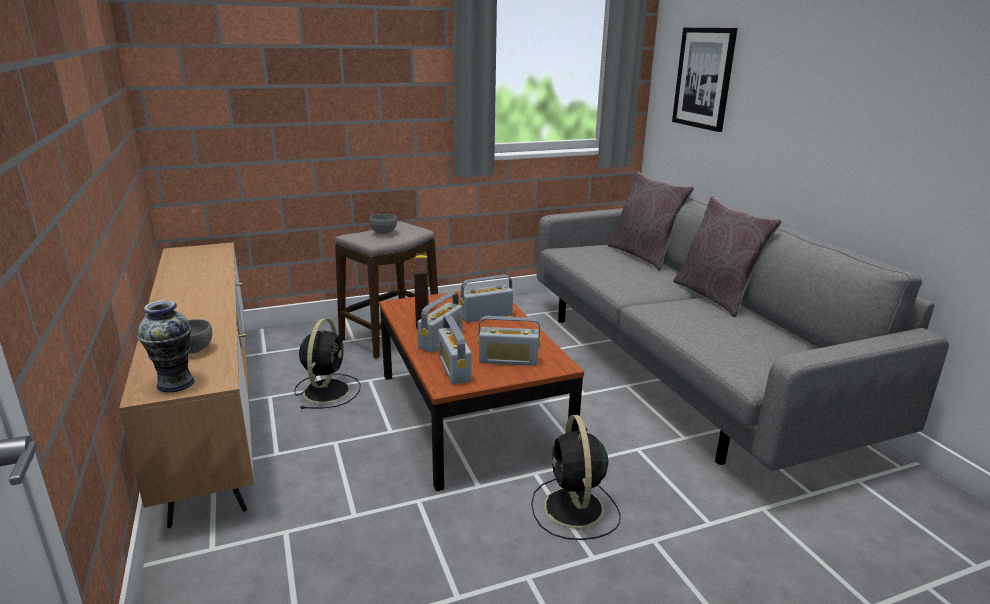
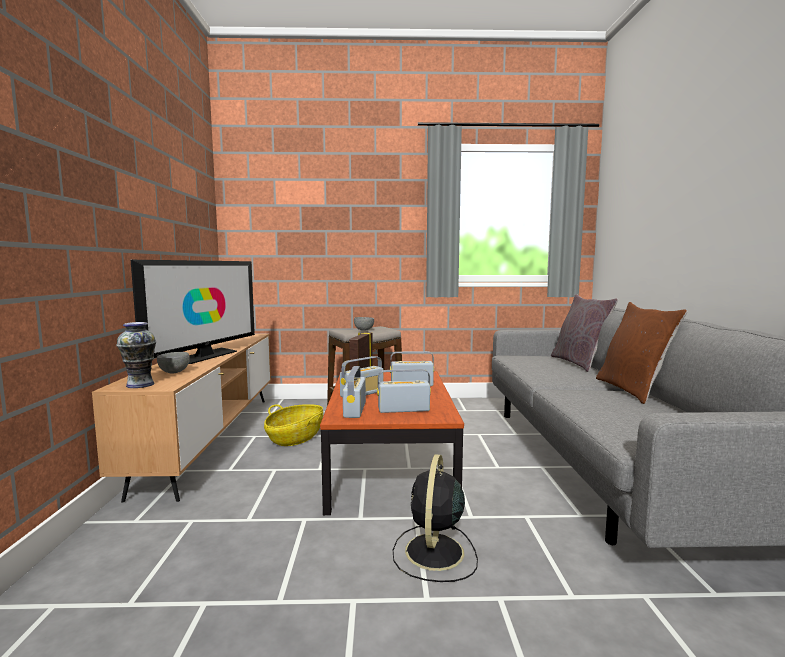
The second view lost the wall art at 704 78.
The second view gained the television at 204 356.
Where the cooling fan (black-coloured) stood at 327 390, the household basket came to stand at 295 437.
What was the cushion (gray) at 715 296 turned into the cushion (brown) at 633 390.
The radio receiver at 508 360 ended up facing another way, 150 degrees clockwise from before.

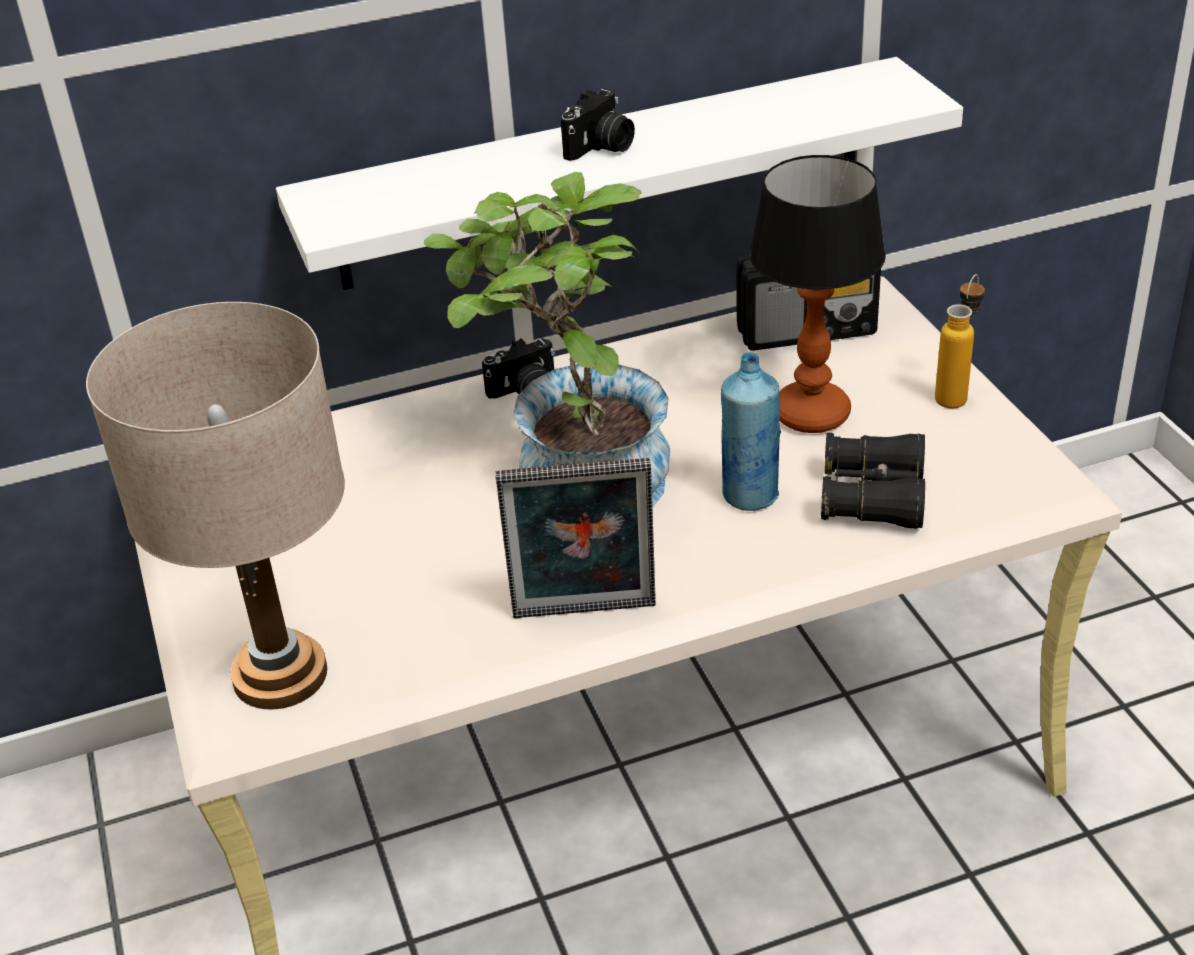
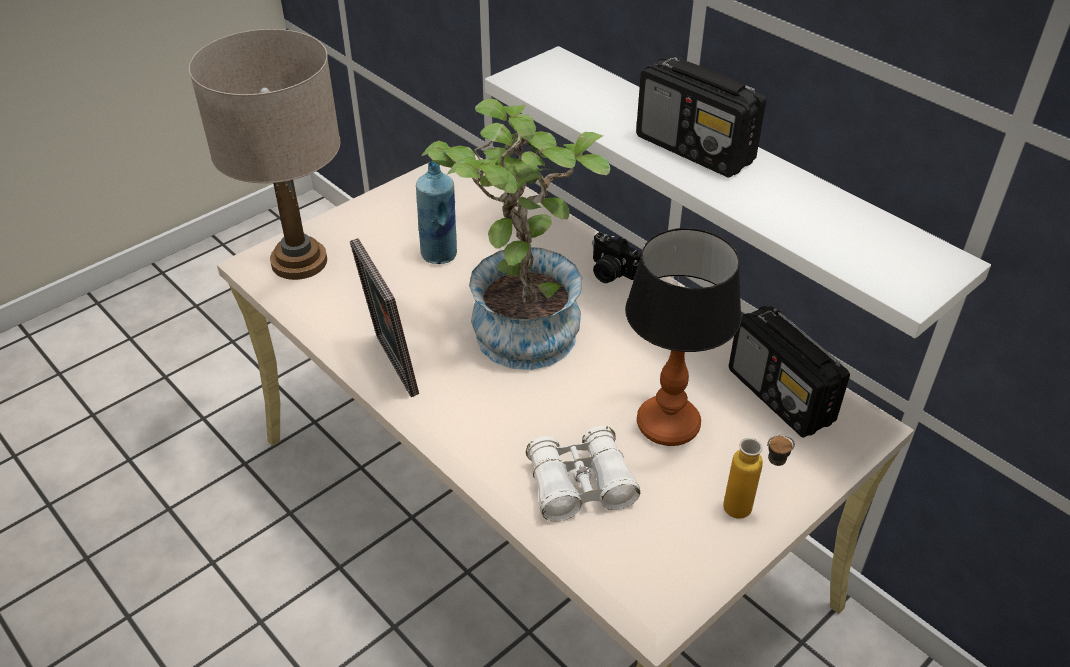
The beverage bottle (bluish) ended up elsewhere, having gone from 750 495 to 440 255.
Where the photo camera stood at 601 148, the radio receiver came to stand at 695 150.
What was the field glasses (black-coloured) at 873 497 turned into the field glasses (white-coloured) at 580 485.

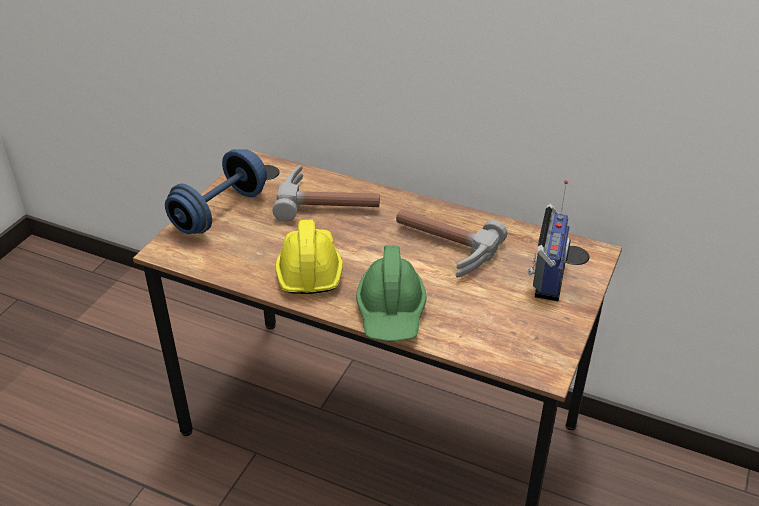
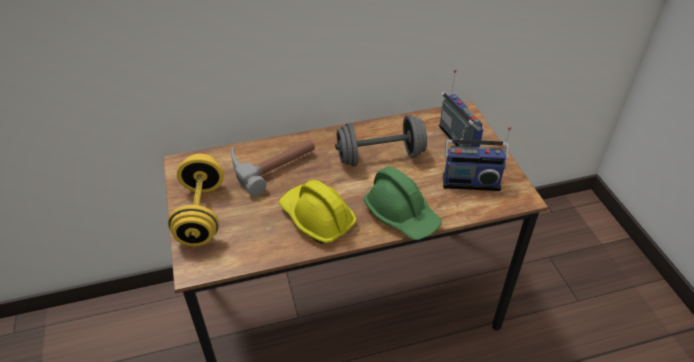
The second view gained the radio receiver at 470 181.
Where the tool hammer stood at 440 248, the dumbbell (gray) came to stand at 380 156.
What was the dumbbell (bluish) at 220 211 turned into the dumbbell (yellow) at 201 214.

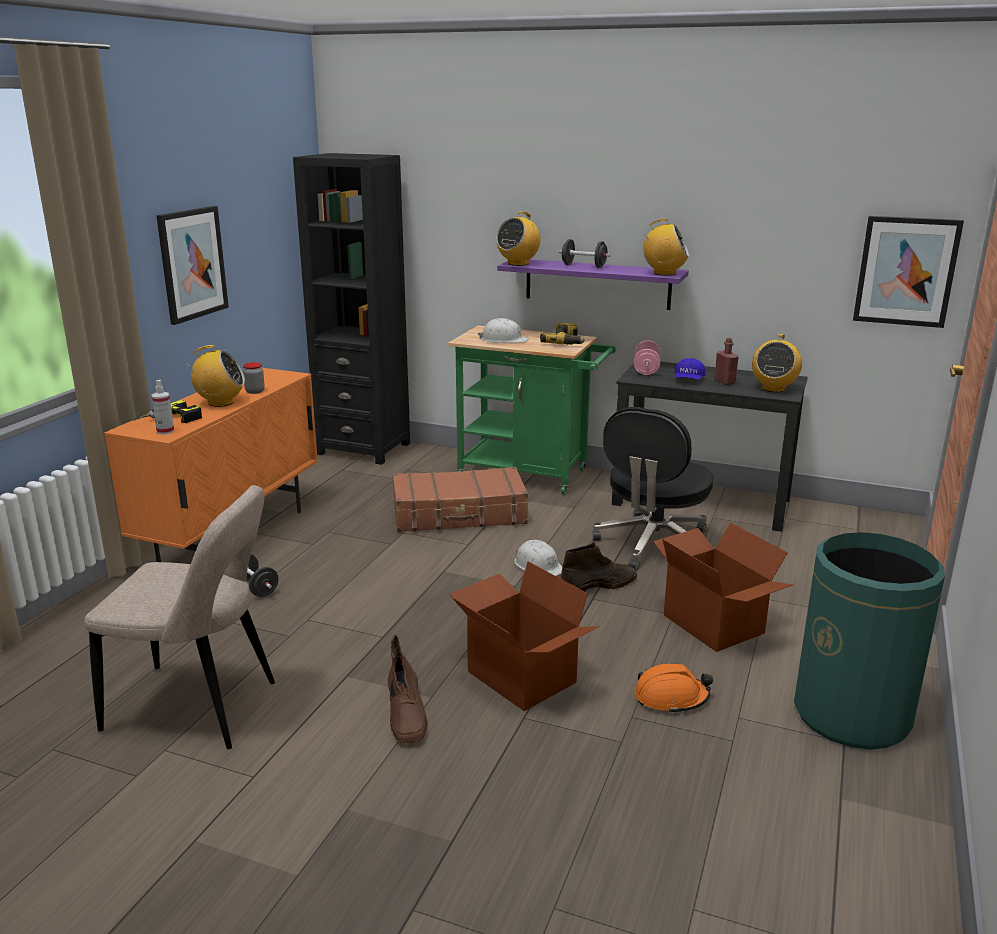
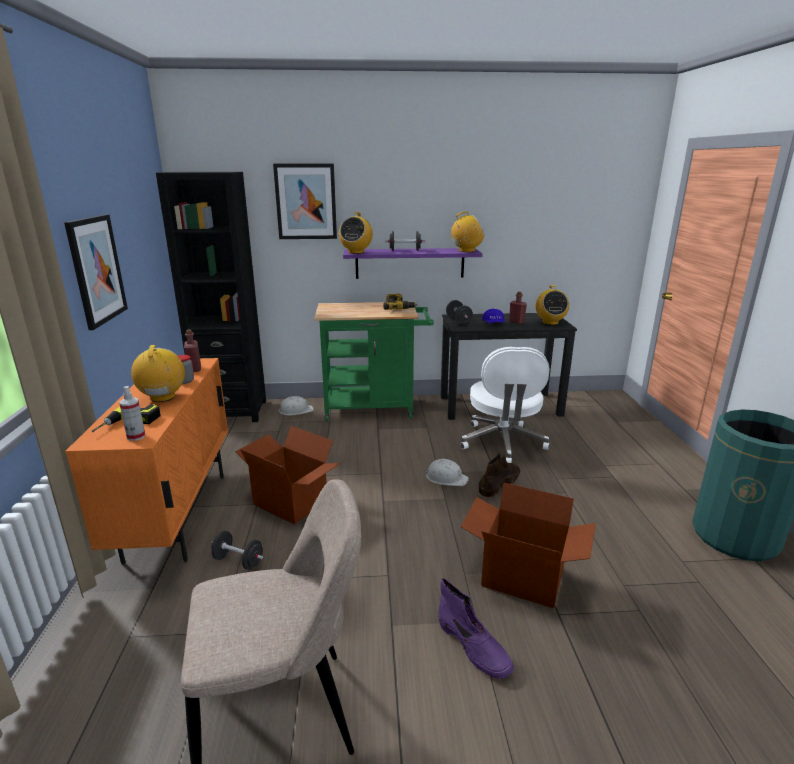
The second view lost the suitcase (brown) at 459 514.
The second view lost the work helmet (orange) at 671 698.
The second view gained the beverage bottle (red-coloured) at 194 369.
The work helmet (white-coloured) ended up elsewhere, having gone from 503 340 to 296 411.
The carton ended up elsewhere, having gone from 714 624 to 291 502.
The wall art ended up elsewhere, having gone from 906 271 to 306 202.
What was the tall boot (brown) at 407 715 turned into the tall boot (purple) at 474 647.
What was the desk chair (black-coloured) at 653 545 turned into the desk chair (white-coloured) at 502 443.
What was the dumbbell (pink) at 646 370 turned into the dumbbell (black-coloured) at 458 320.
The radio receiver at 220 403 ended up facing another way, 75 degrees counterclockwise from before.

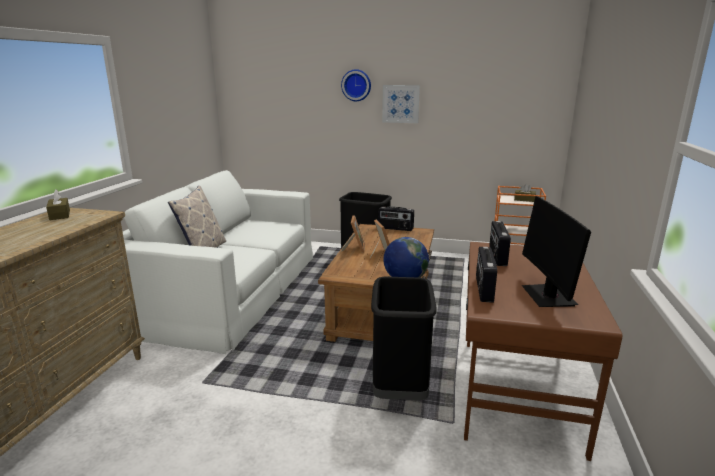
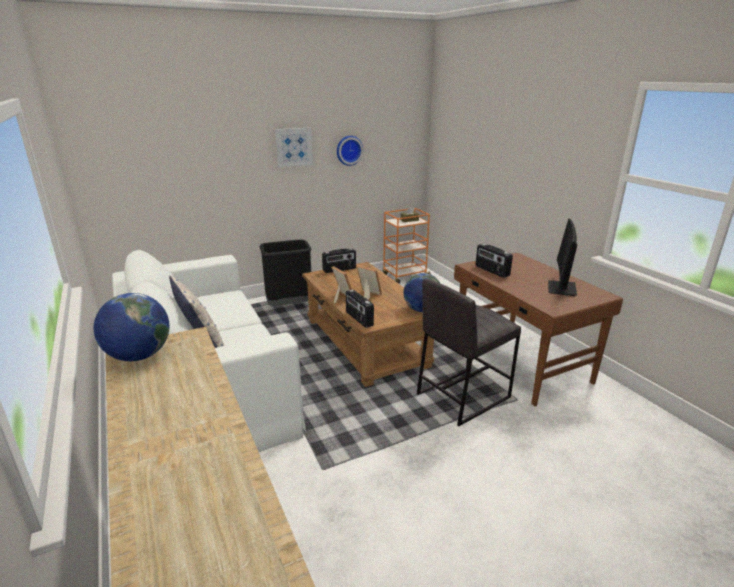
The clock on the wall ended up elsewhere, having gone from 356 85 to 348 150.
The radio receiver ended up elsewhere, having gone from 483 289 to 359 319.
Where the box of tissues (brown) stood at 60 215, the desk globe came to stand at 139 356.
Where the waste bin (black-coloured) stood at 399 389, the stool seat (gray) came to stand at 462 396.
The computer screen at 548 296 ended up facing another way, 60 degrees clockwise from before.

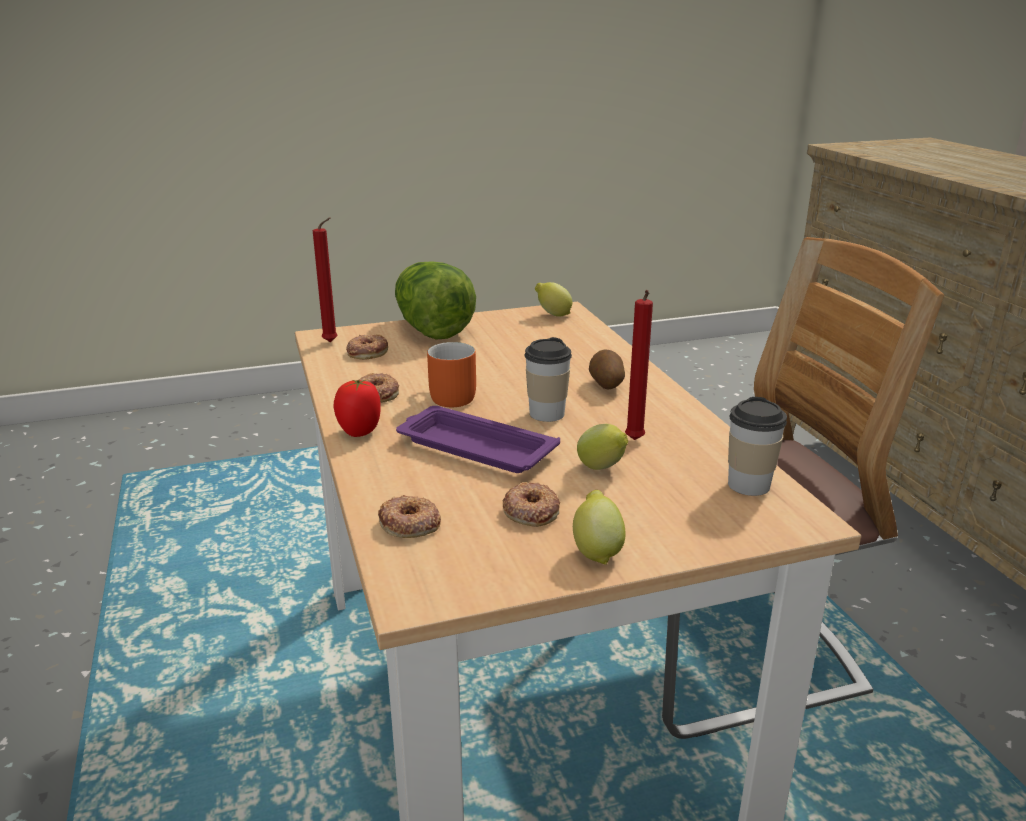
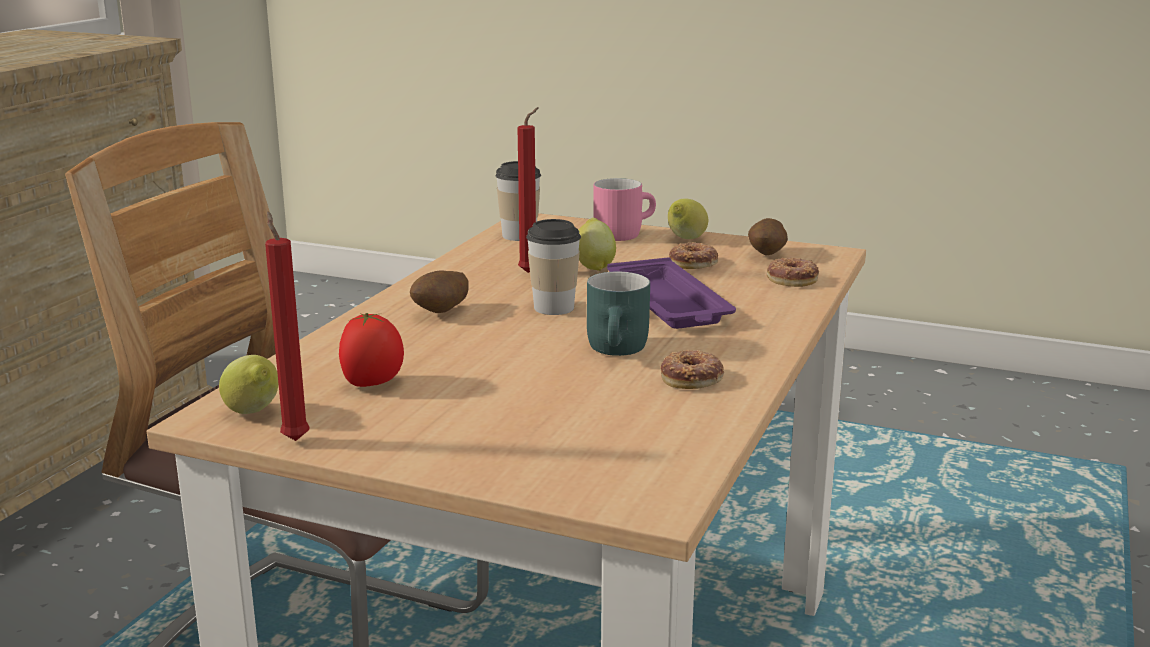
The second view lost the donut at 367 352.
The second view lost the lettuce head at 431 329.
The second view gained the mug (pink) at 622 233.
The second view gained the spud at 767 255.
The candle (red-coloured) ended up elsewhere, having gone from 332 342 to 294 438.
The tomato ended up elsewhere, having gone from 360 431 to 373 384.
What was the mug (orange) at 446 397 turned into the mug (turquoise-coloured) at 621 350.

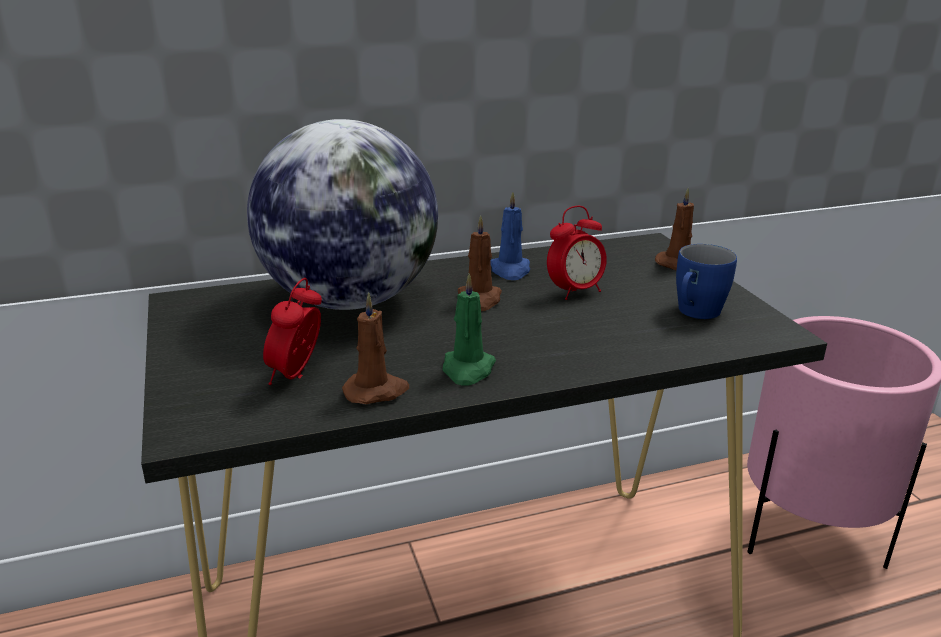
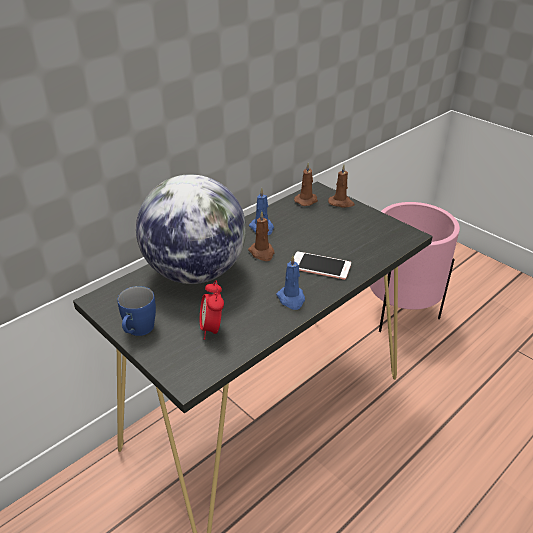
The second view lost the table clock at 575 291.
The second view gained the phone at 320 266.
The candle (brown) ended up elsewhere, having gone from 376 391 to 306 200.
The mug (bluish) ended up elsewhere, having gone from 695 314 to 138 331.
What was the candle (greenish) at 467 369 turned into the candle (bluish) at 291 299.

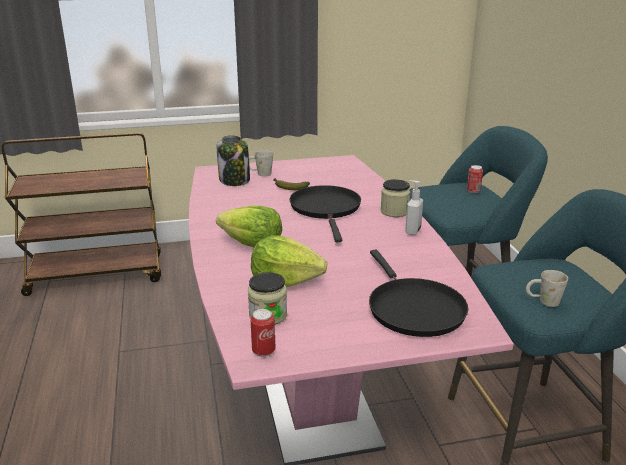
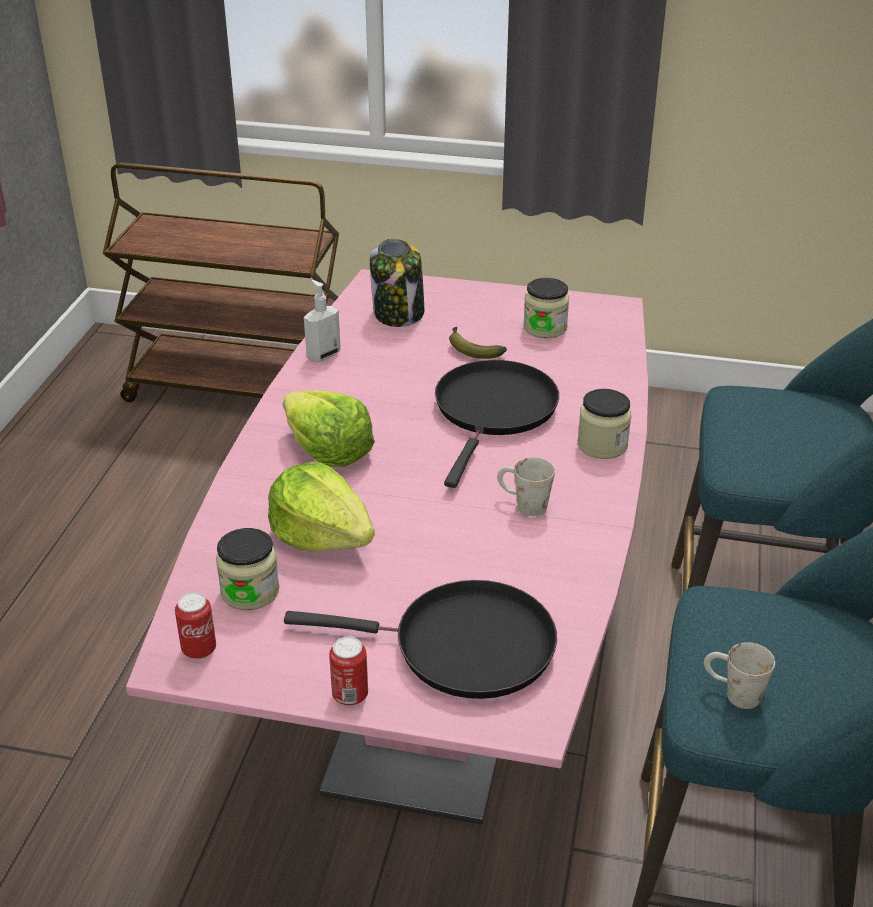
The second view gained the storage jar at 545 328.
The mug (white-coloured) ended up elsewhere, having gone from 259 174 to 523 504.
The soap dispenser ended up elsewhere, having gone from 412 231 to 323 355.
The can ended up elsewhere, having gone from 473 191 to 350 695.
The pan (black-coloured) at 413 308 ended up facing another way, 90 degrees counterclockwise from before.

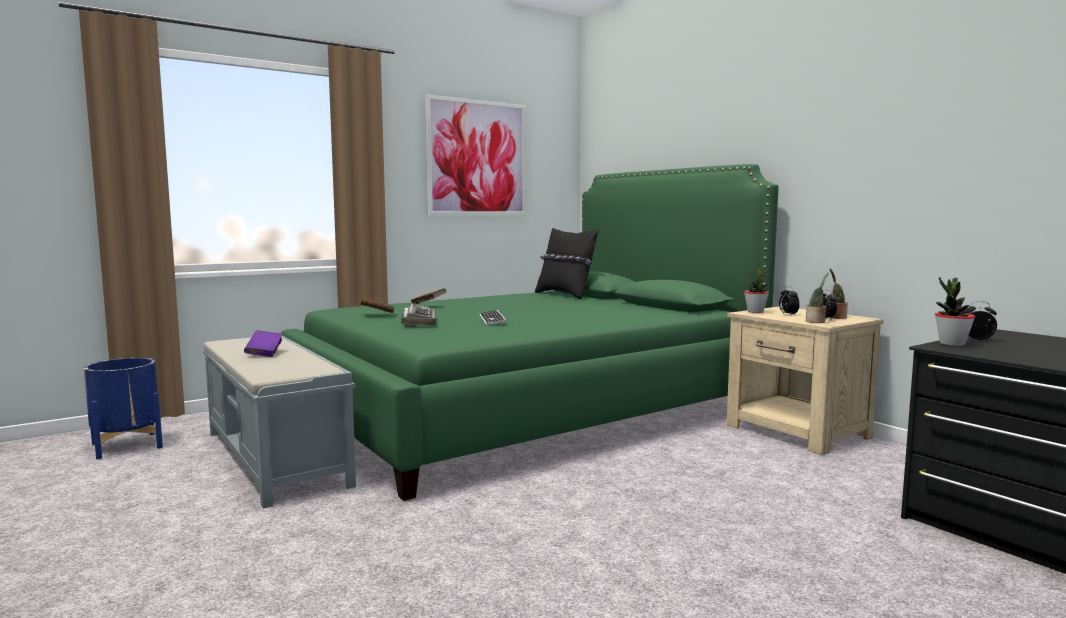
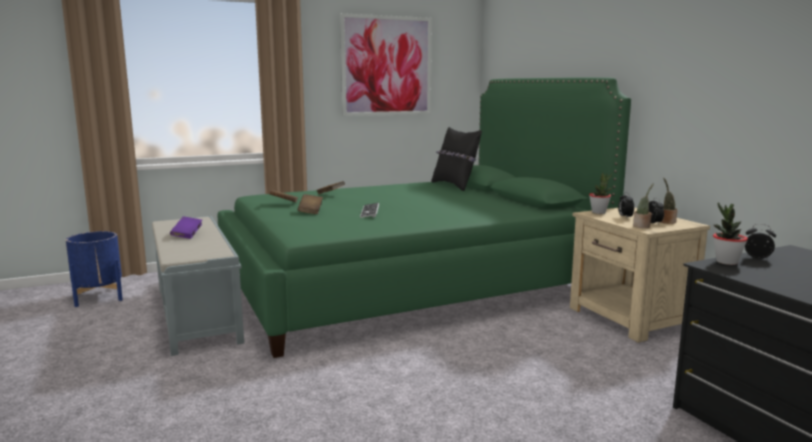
Where the keyboard stood at 419 321, the book (brown) came to stand at 310 211.

